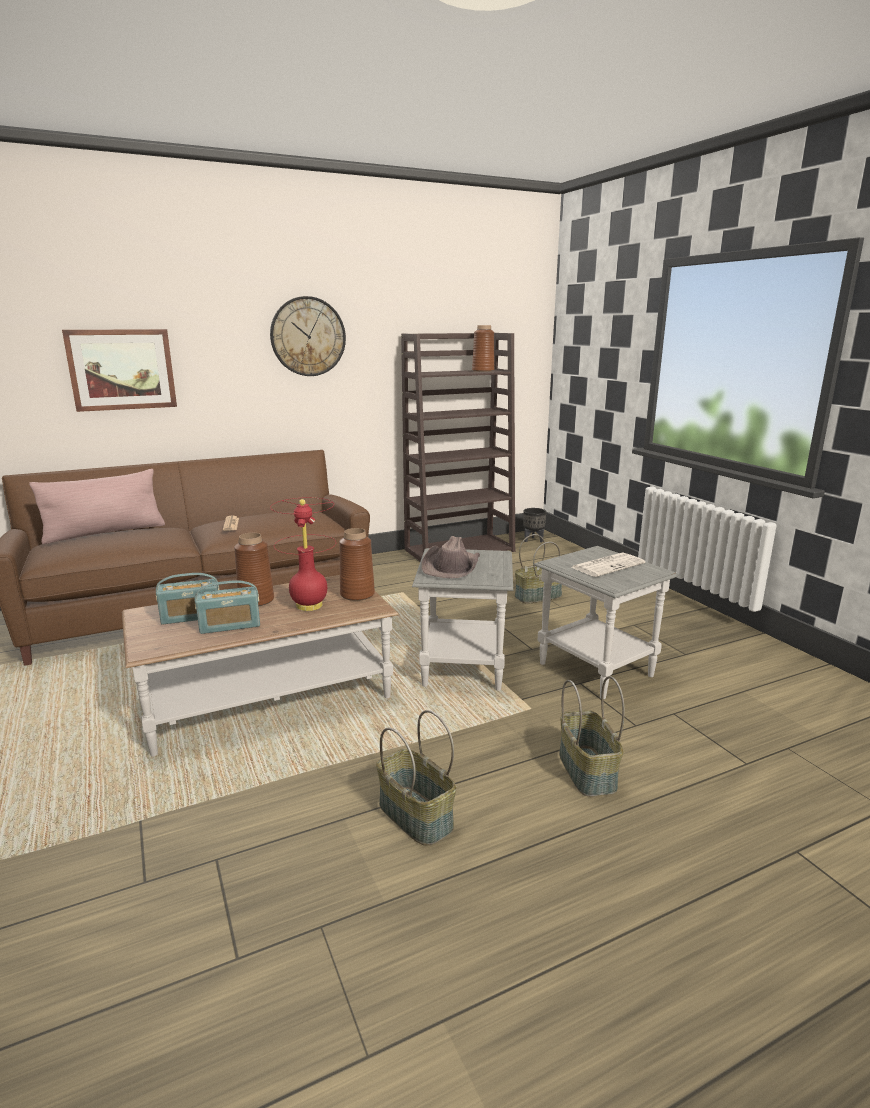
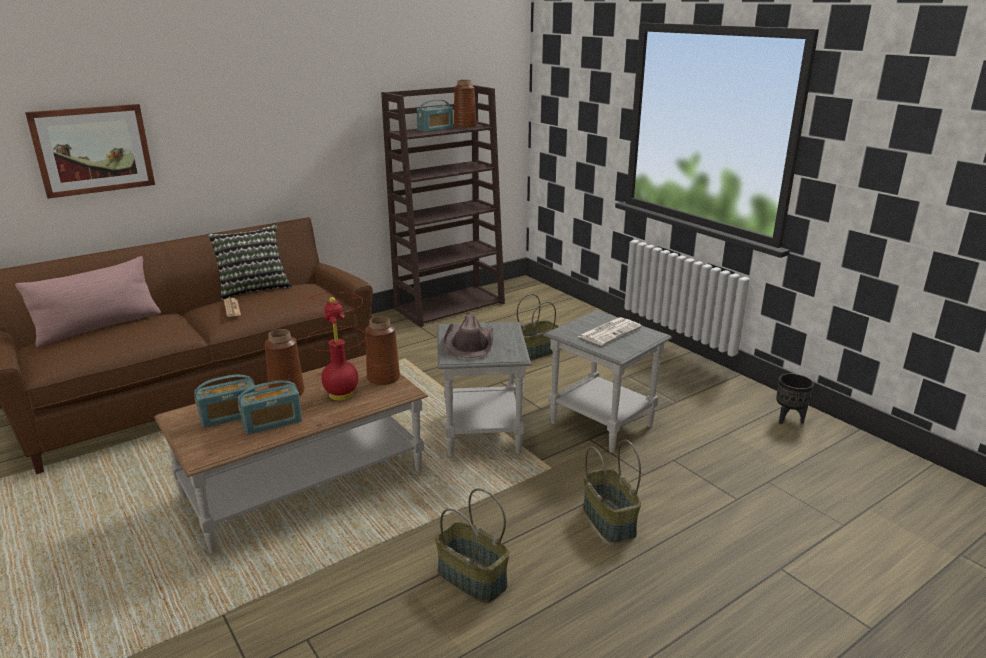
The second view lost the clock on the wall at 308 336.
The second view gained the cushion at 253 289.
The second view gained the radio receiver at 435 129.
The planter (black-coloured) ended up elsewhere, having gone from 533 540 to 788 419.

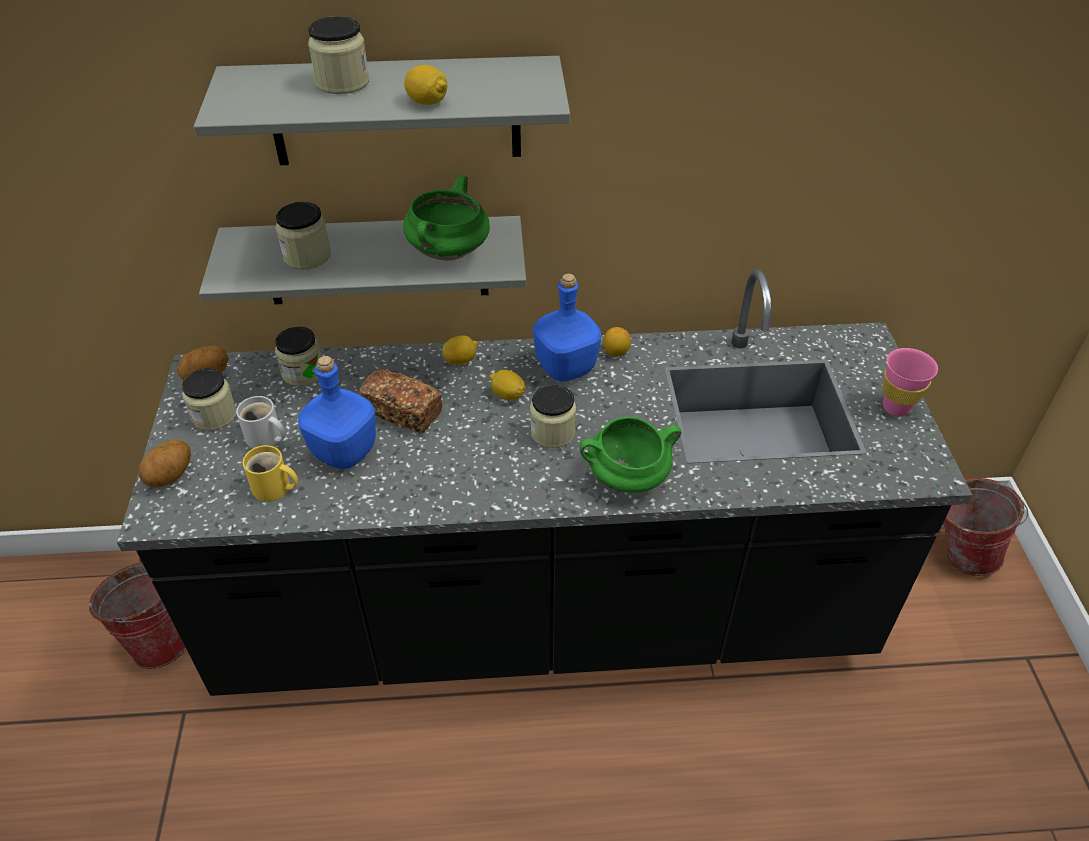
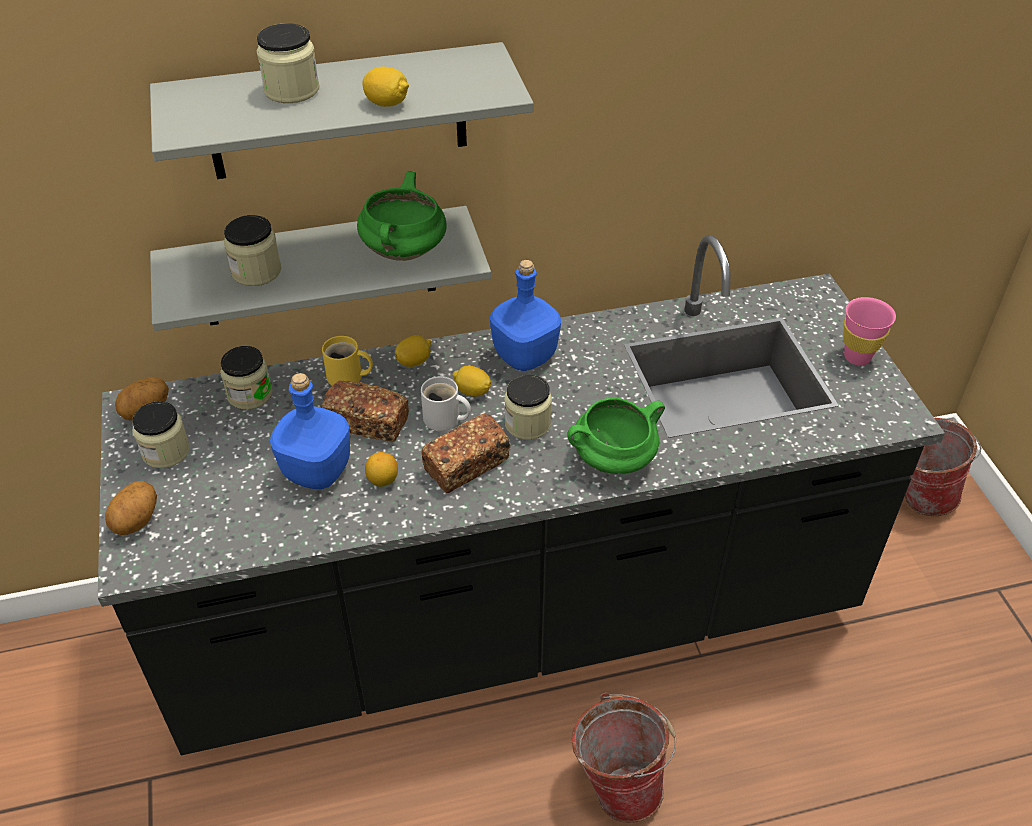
The second view gained the baked bread at 466 465.
The pail ended up elsewhere, having gone from 161 638 to 618 783.
The mug (white-coloured) ended up elsewhere, having gone from 265 439 to 444 420.
The mug (yellow) ended up elsewhere, having gone from 274 489 to 348 377.
The citrus fruit ended up elsewhere, having gone from 616 353 to 383 480.

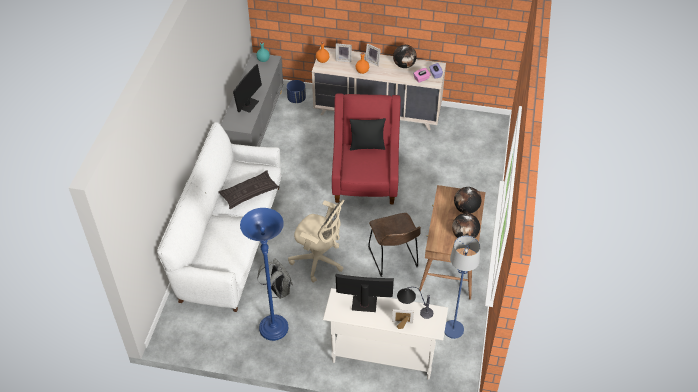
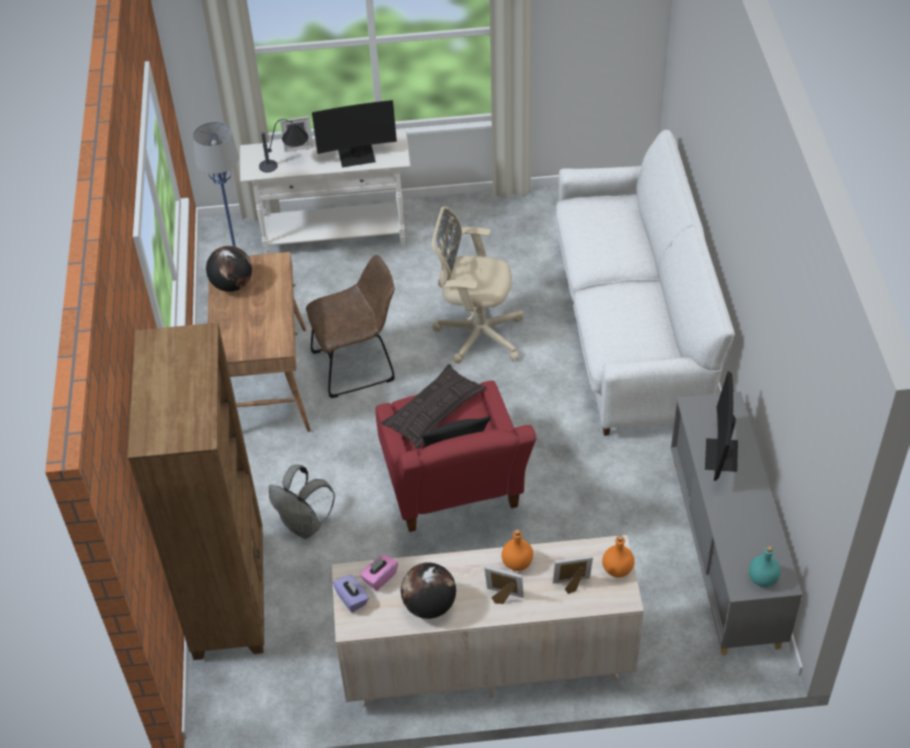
The second view lost the standing lamp (bluish) at 273 328.
The second view lost the planter (bluish) at 296 99.
The second view lost the desk globe at 466 209.
The second view gained the bookcase (brown) at 230 595.
The cushion ended up elsewhere, having gone from 249 192 to 434 411.
The backpack (gray) ended up elsewhere, having gone from 278 291 to 304 525.
The plain chair (brown) at 394 259 ended up facing another way, 105 degrees clockwise from before.

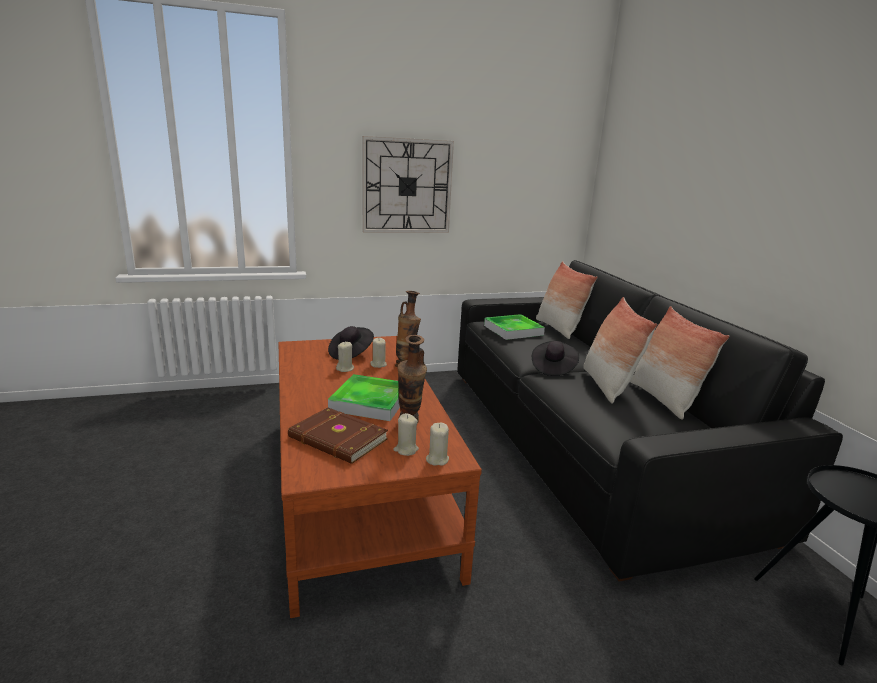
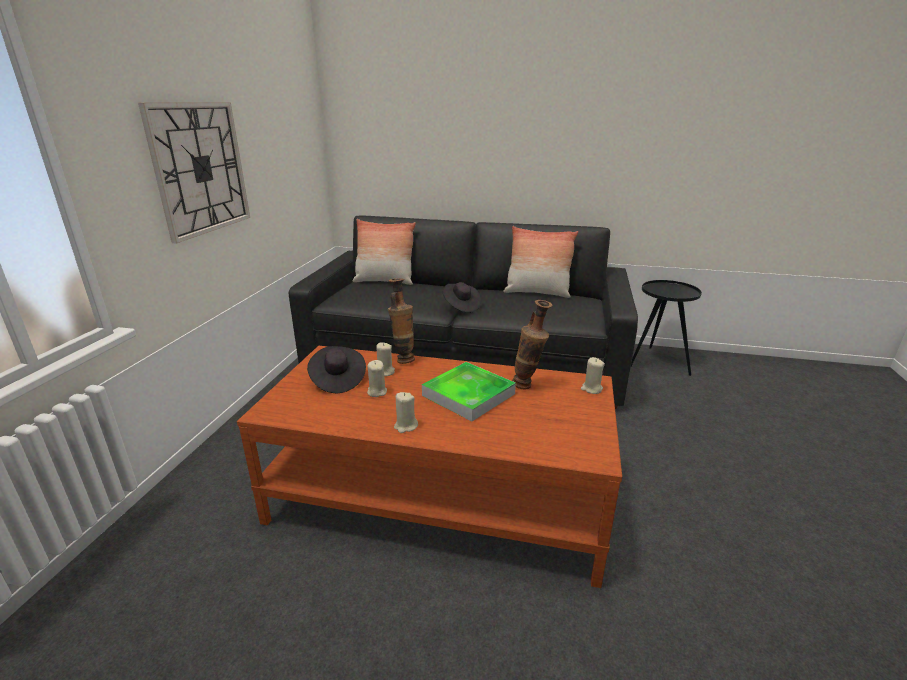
The second view lost the book (brown) at 337 439.
The second view lost the carrying tray at 513 330.
The second view lost the cushion at 607 386.
The candle (sand-coloured) ended up elsewhere, having gone from 406 449 to 405 426.

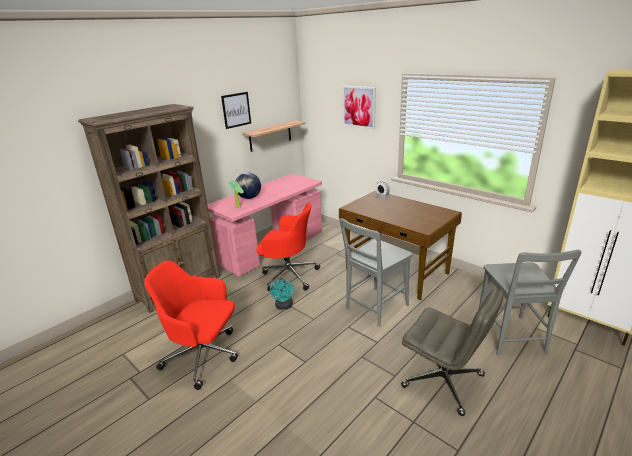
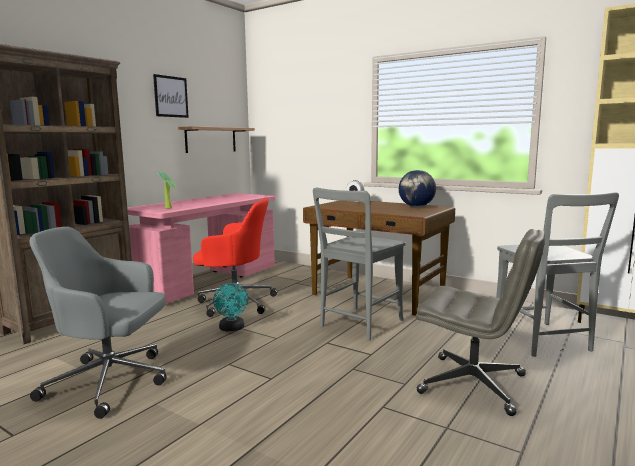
The second view lost the wall art at 359 107.
The desk globe ended up elsewhere, having gone from 249 198 to 416 206.
What was the desk chair (red-coloured) at 204 356 turned into the desk chair (gray) at 111 382.

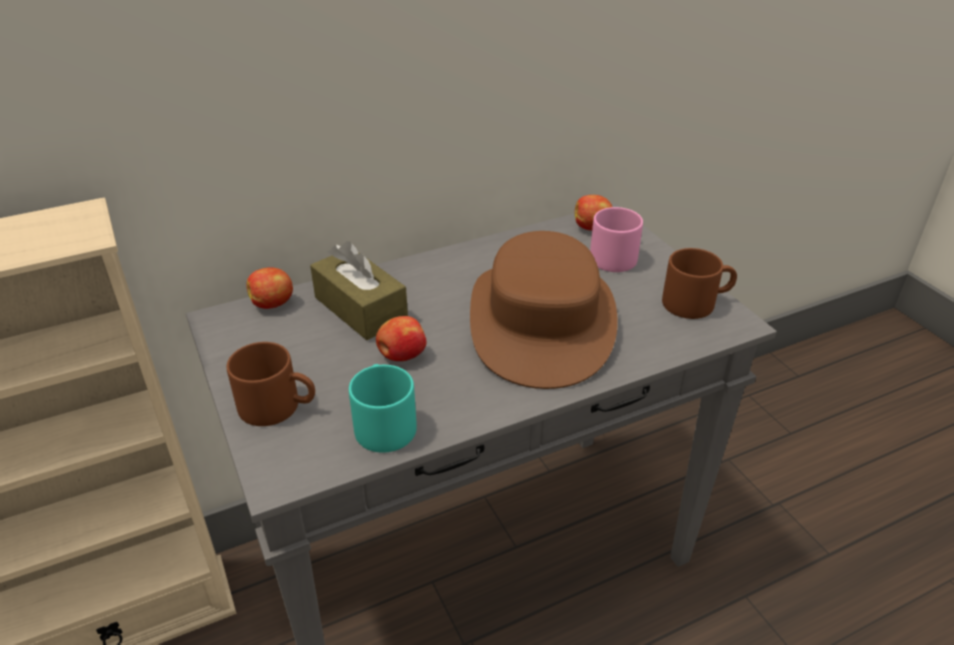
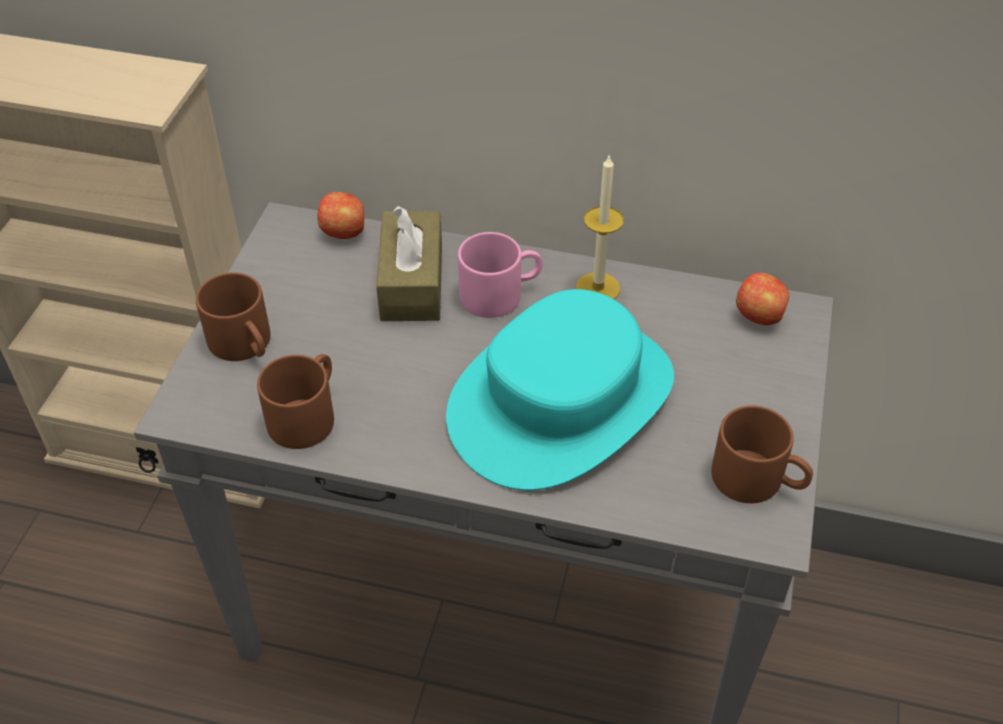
The second view lost the apple at 401 356.
The second view gained the candle at 598 288.
The mug (pink) ended up elsewhere, having gone from 616 255 to 500 293.
What was the mug (turquoise-coloured) at 382 422 turned into the mug (brown) at 306 414.
What was the wearable hat (brown) at 542 322 turned into the wearable hat (turquoise-coloured) at 562 401.

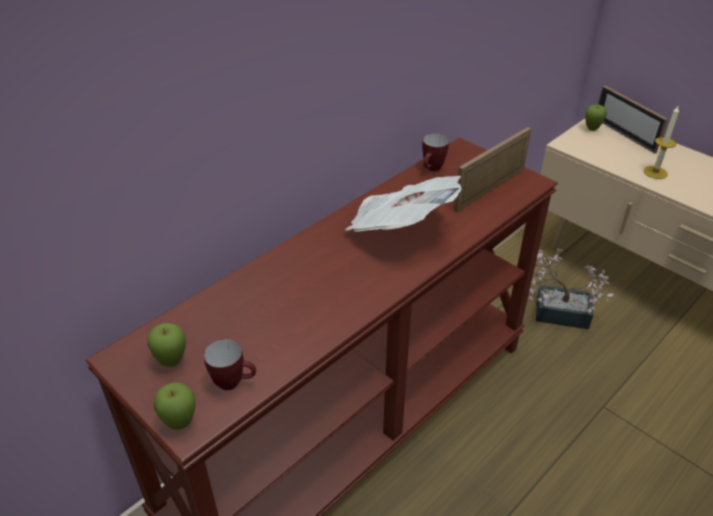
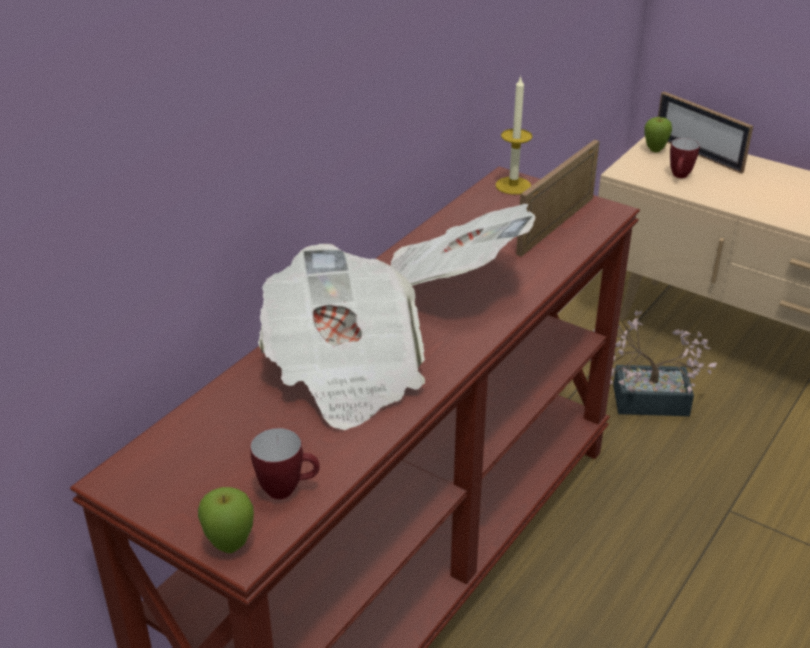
The second view lost the apple at 172 362.
The second view gained the printed paper at 344 372.
The mug ended up elsewhere, having gone from 432 169 to 680 177.
The candle ended up elsewhere, having gone from 655 172 to 513 185.

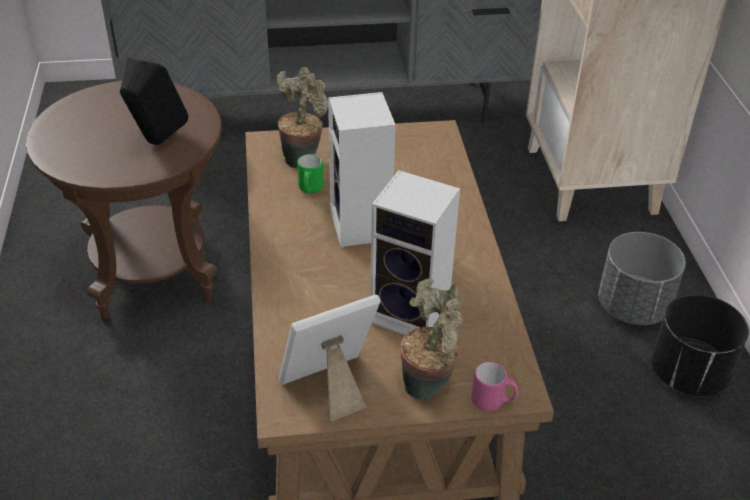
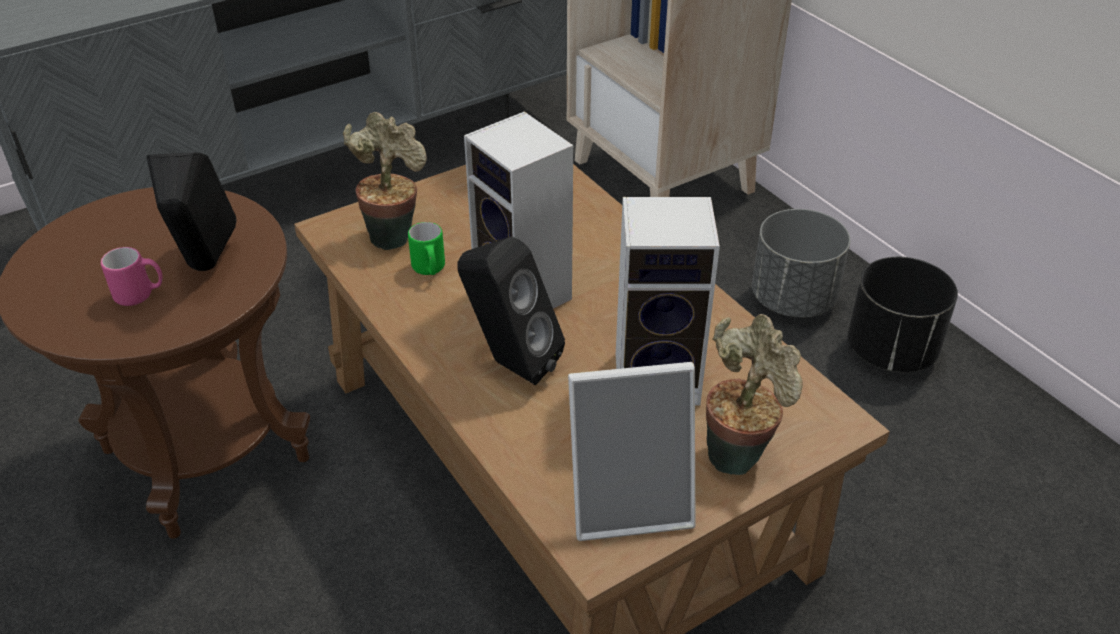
The second view gained the loudspeaker (black-coloured) at 510 363.
The mug (pink) ended up elsewhere, having gone from 493 402 to 140 295.
The standing frame at 330 388 ended up facing another way, 135 degrees counterclockwise from before.

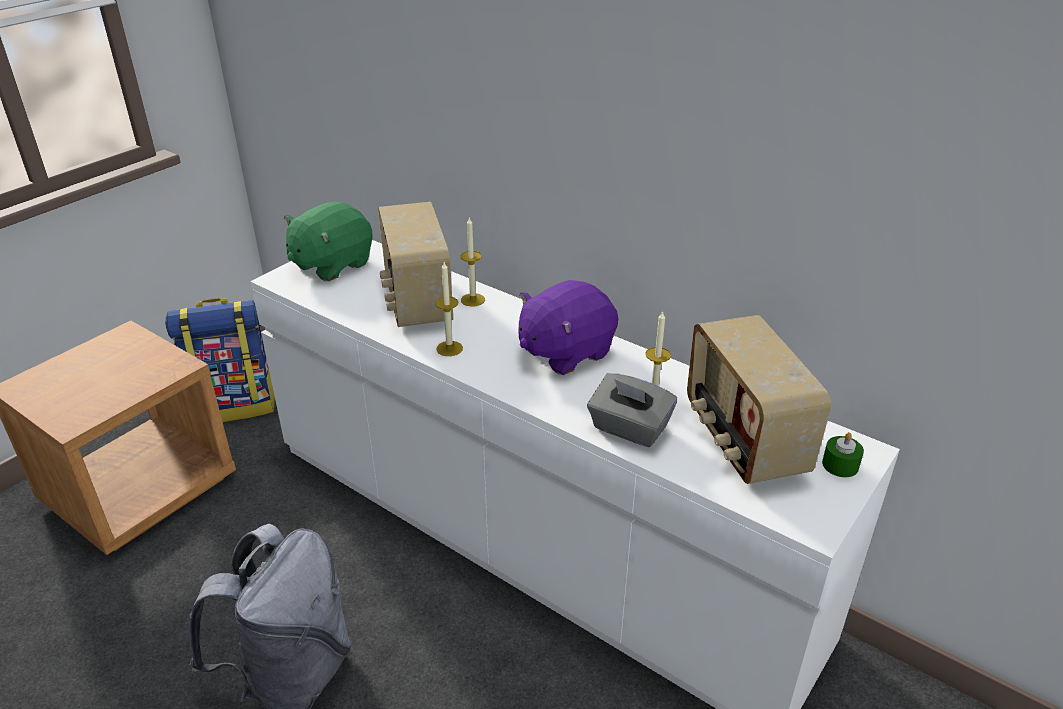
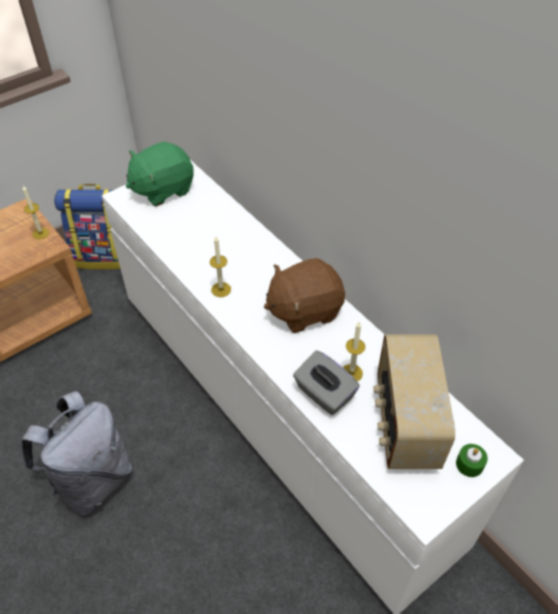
The second view lost the radio receiver at 416 301.
The candle ended up elsewhere, having gone from 473 300 to 40 233.
What was the plush toy (purple) at 565 352 turned into the plush toy (brown) at 304 310.

